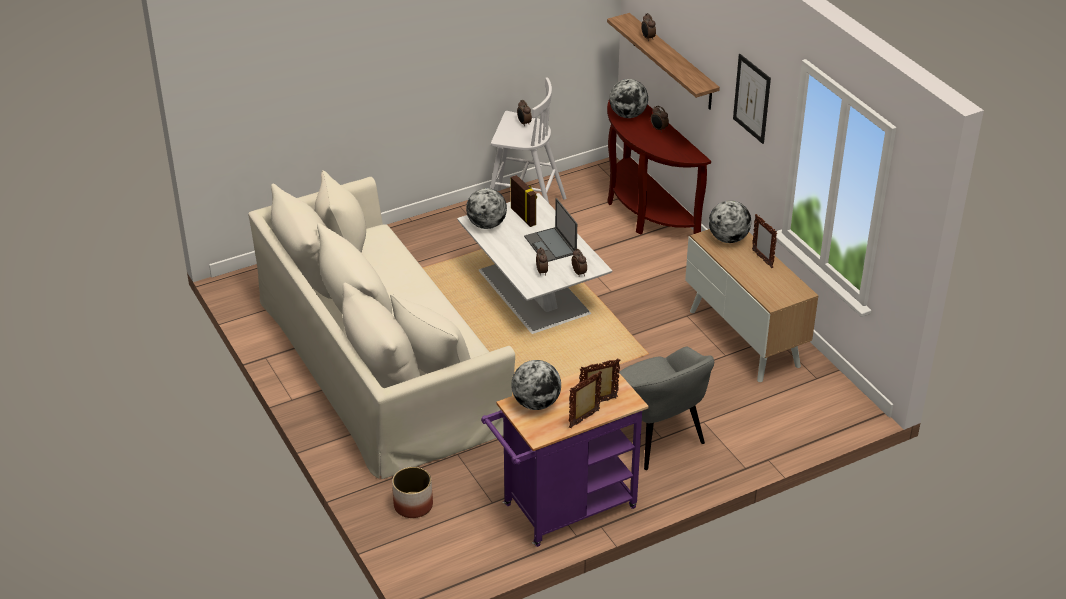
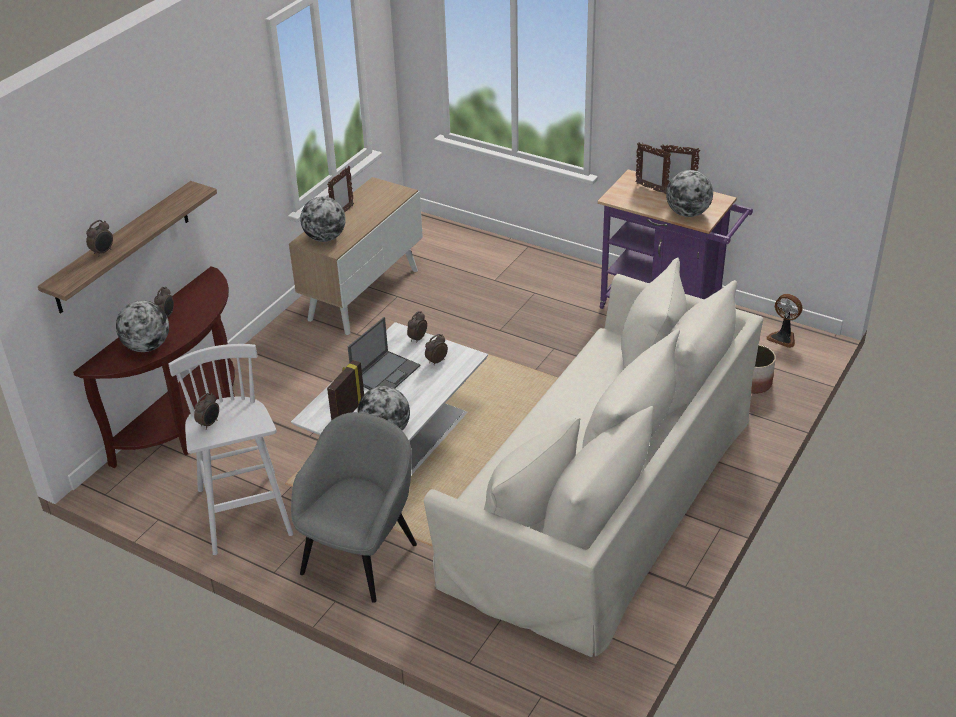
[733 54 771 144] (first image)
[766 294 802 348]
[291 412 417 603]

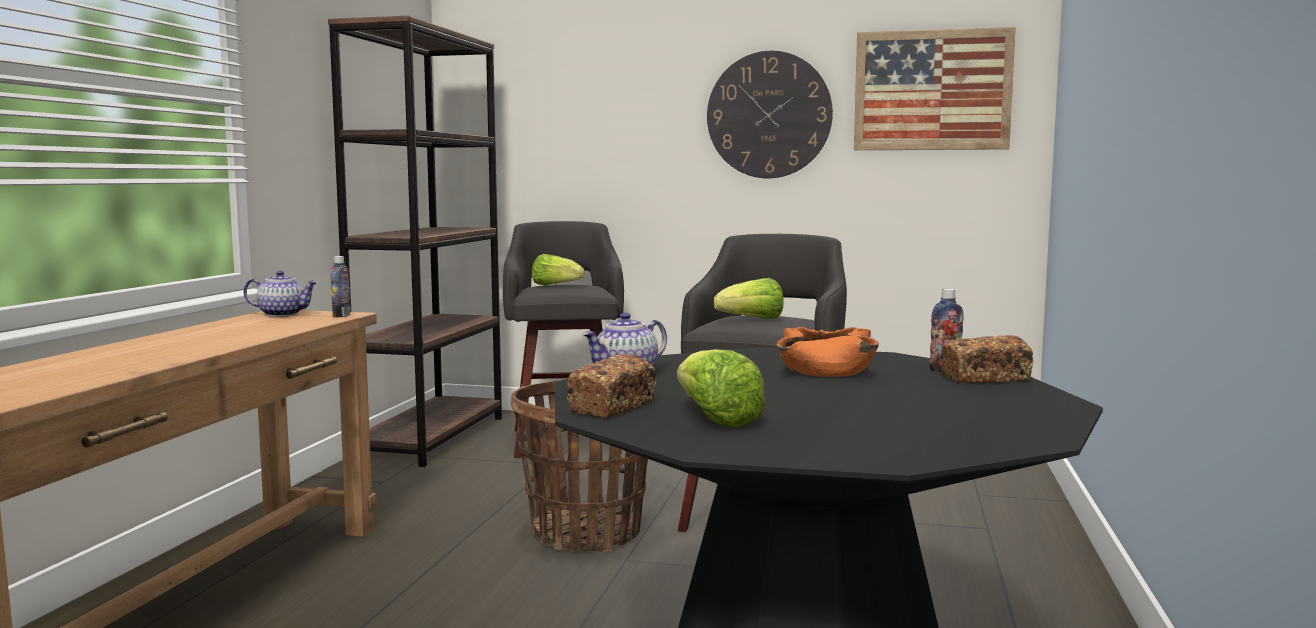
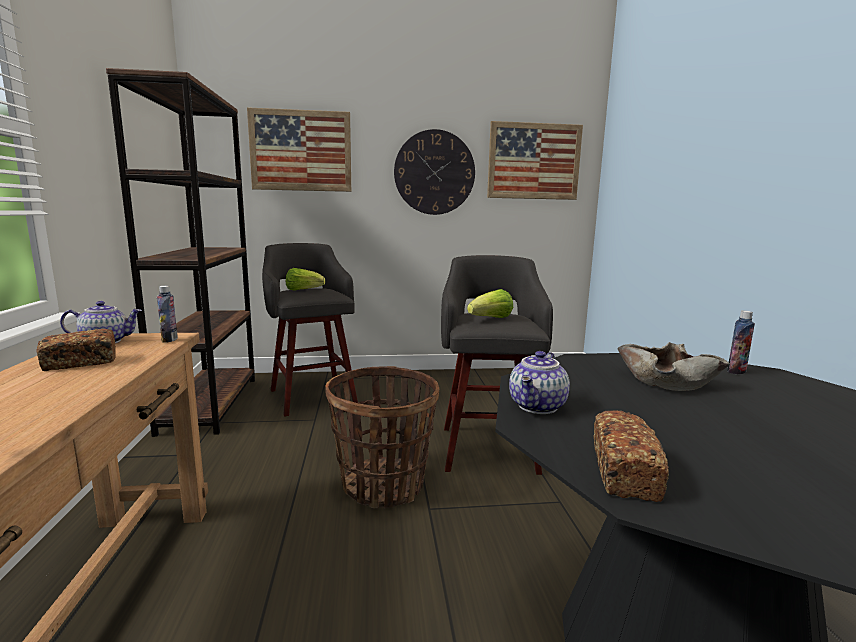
[677 349 765 427] (first image)
[247 107 351 192]
[36 329 116 371]
[618 342 730 391]

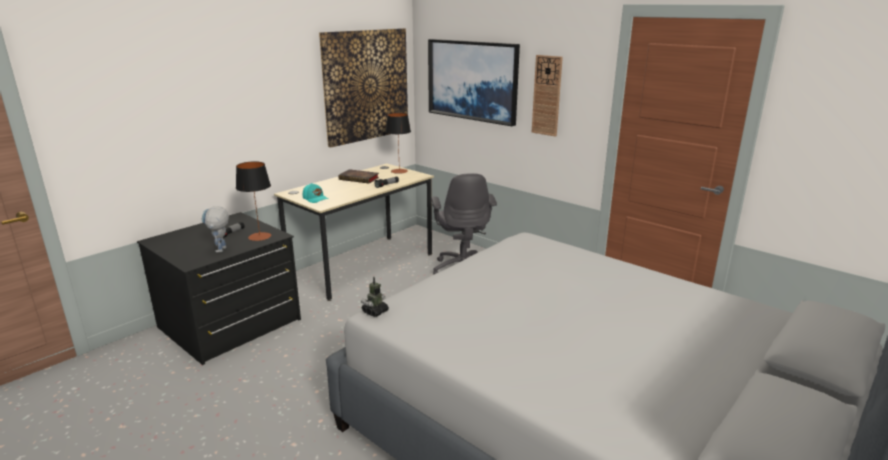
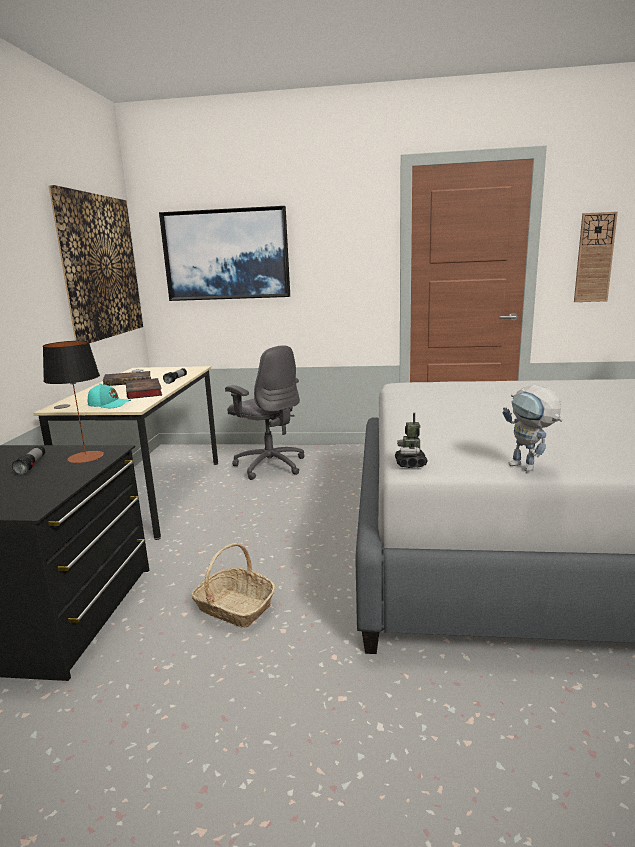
[385 113 411 174] (first image)
[126 378 162 399]
[191 543 276 627]
[502 385 563 472]
[574 212 618 302]

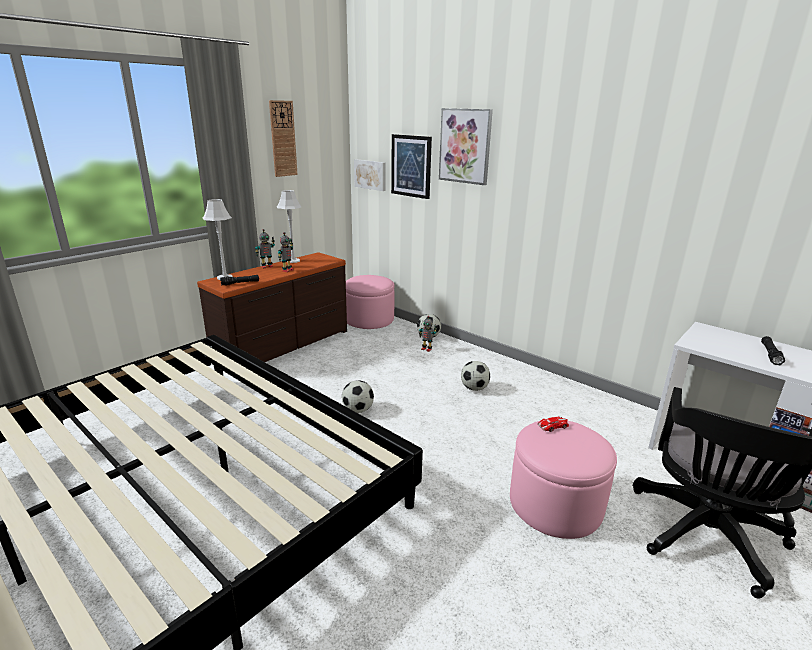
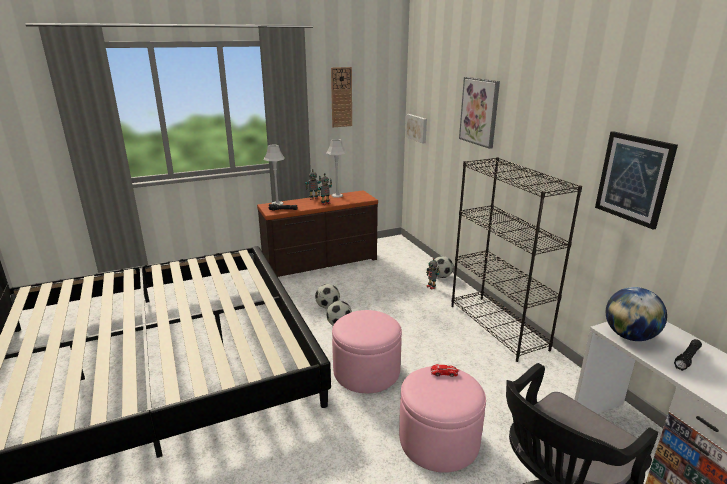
[451 157 582 362]
[606 287 667 341]
[332 310 402 393]
[595 131 678 230]
[315 284 340 309]

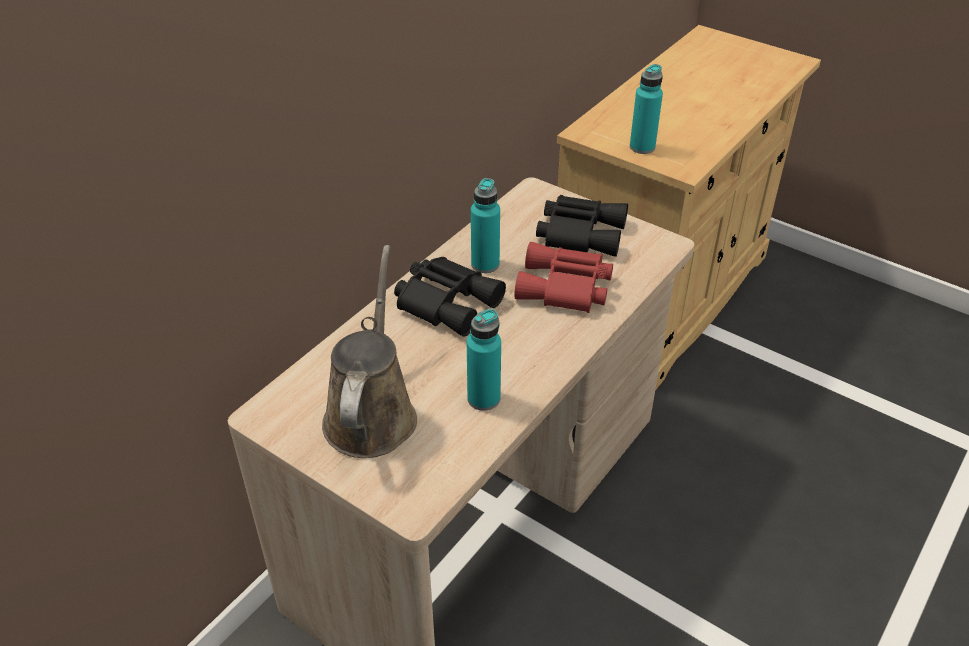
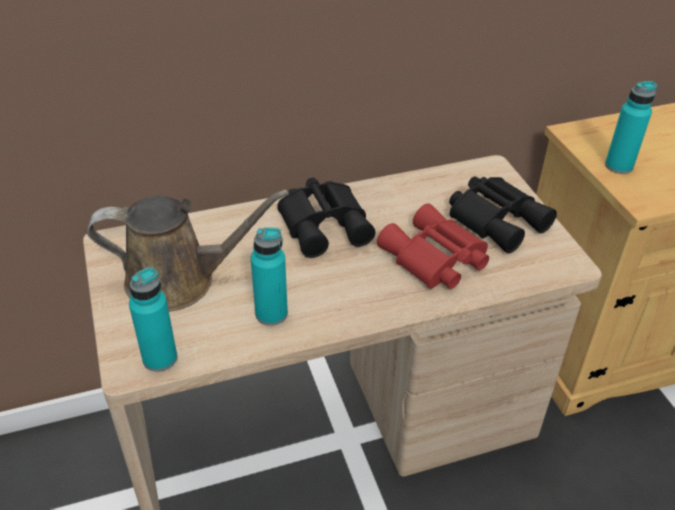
[129 267 177 372]
[87 190 289 312]

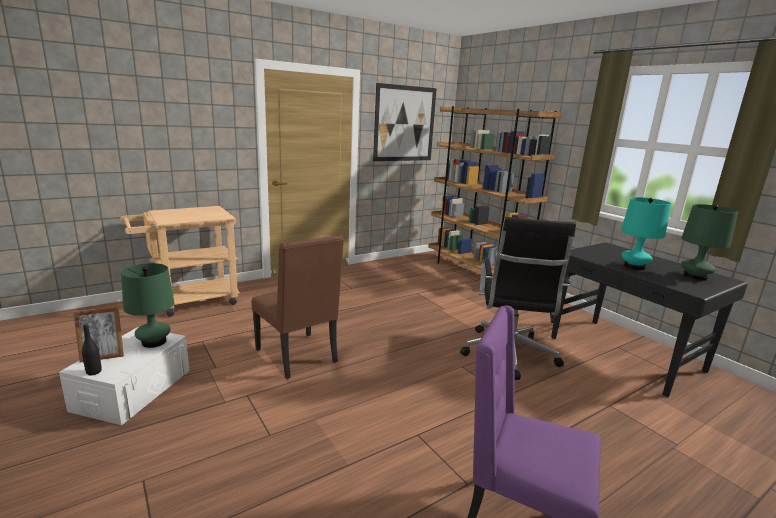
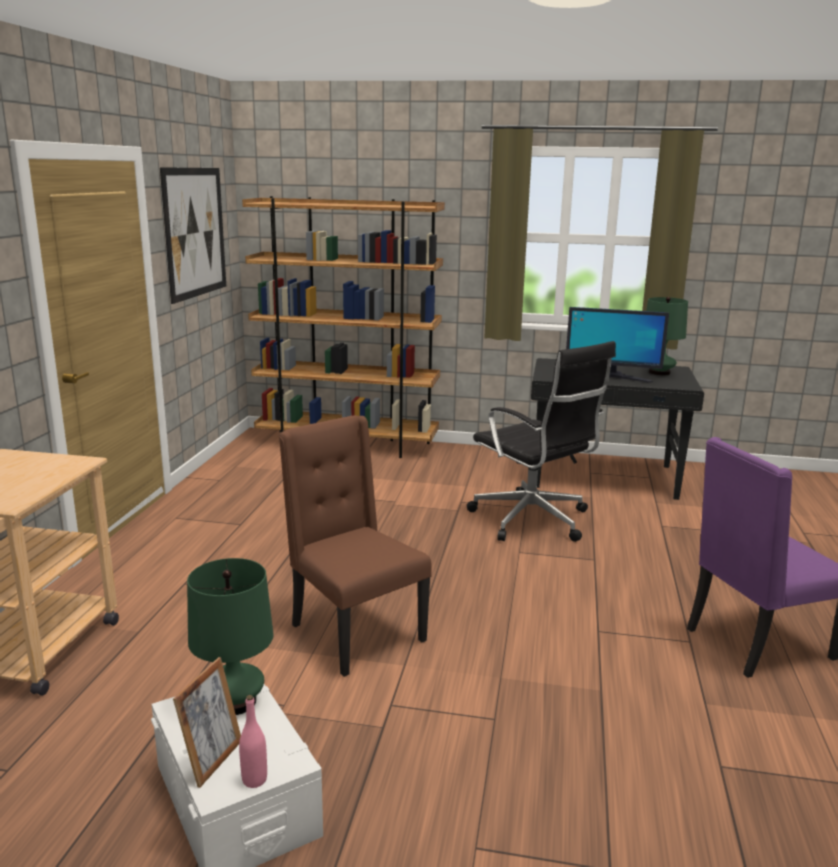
[566 307 669 382]
[239 695 267 788]
[279 415 432 677]

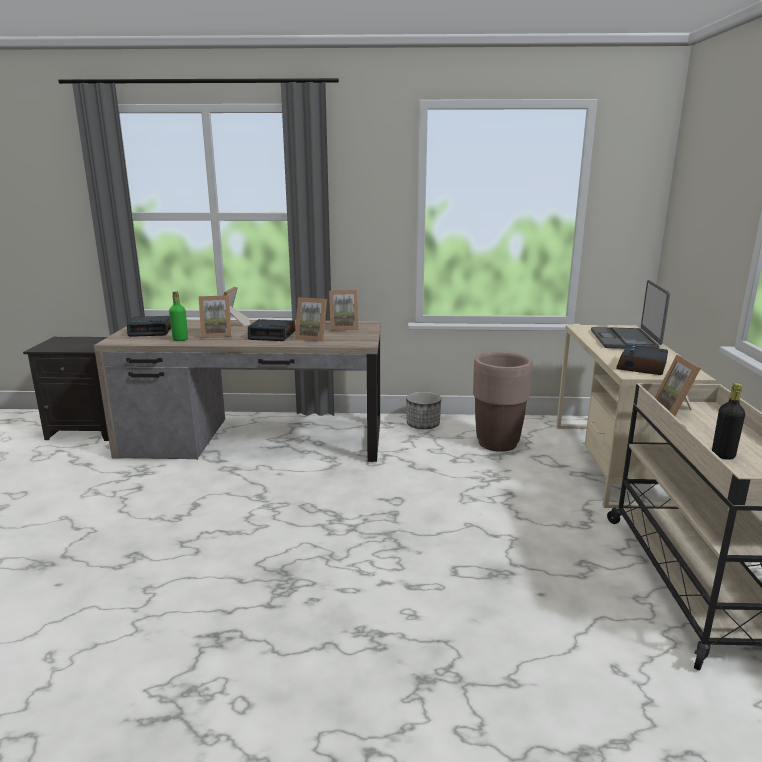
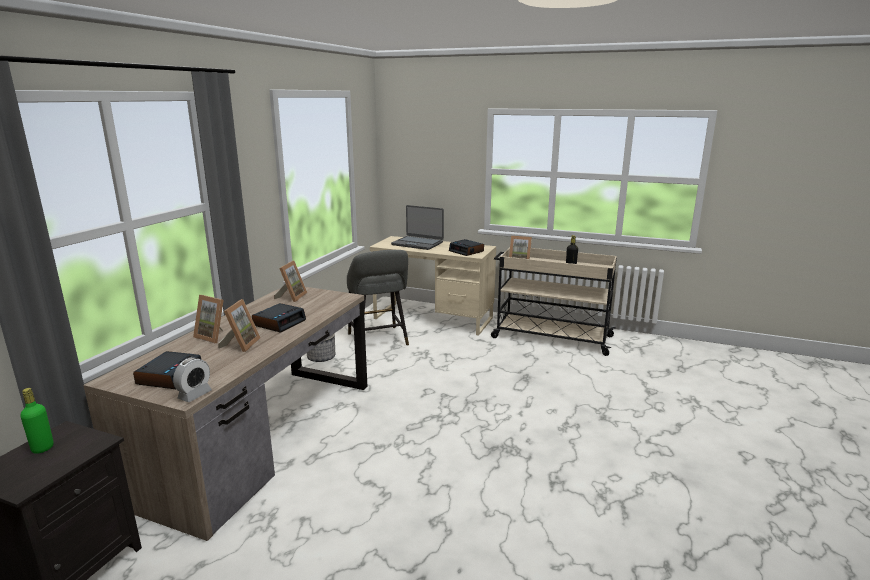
[294 297 327 341] (first image)
[173 357 212 402]
[20 388 54 454]
[347 250 409 346]

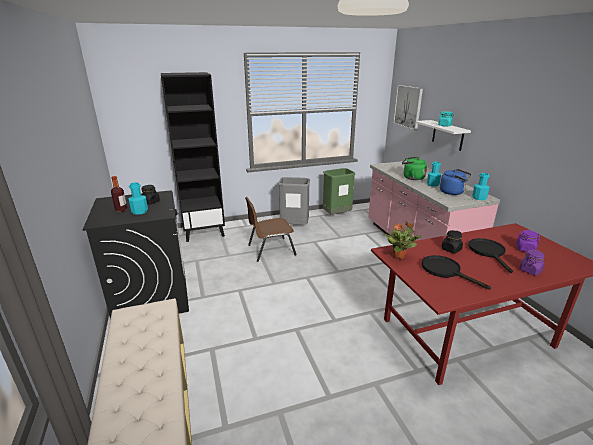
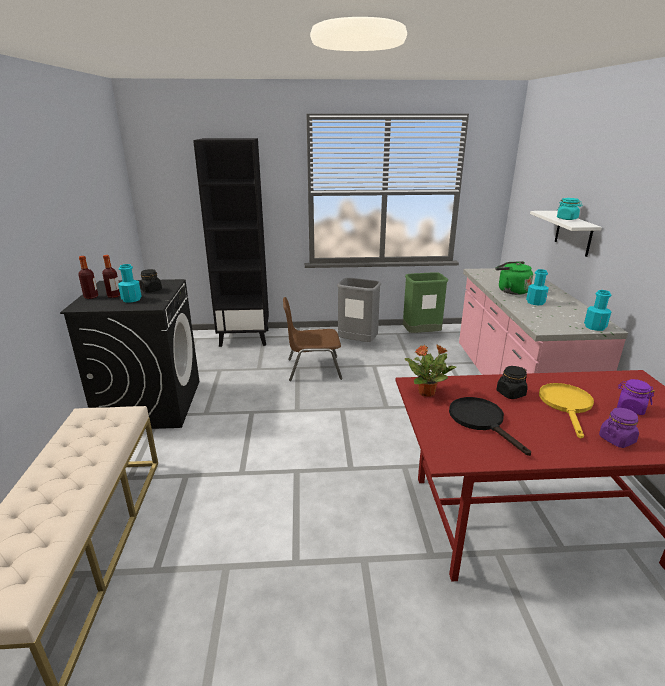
[393 85 423 130] (first image)
[440 169 471 195] (first image)
[78 256 98 299]
[539 383 594 439]

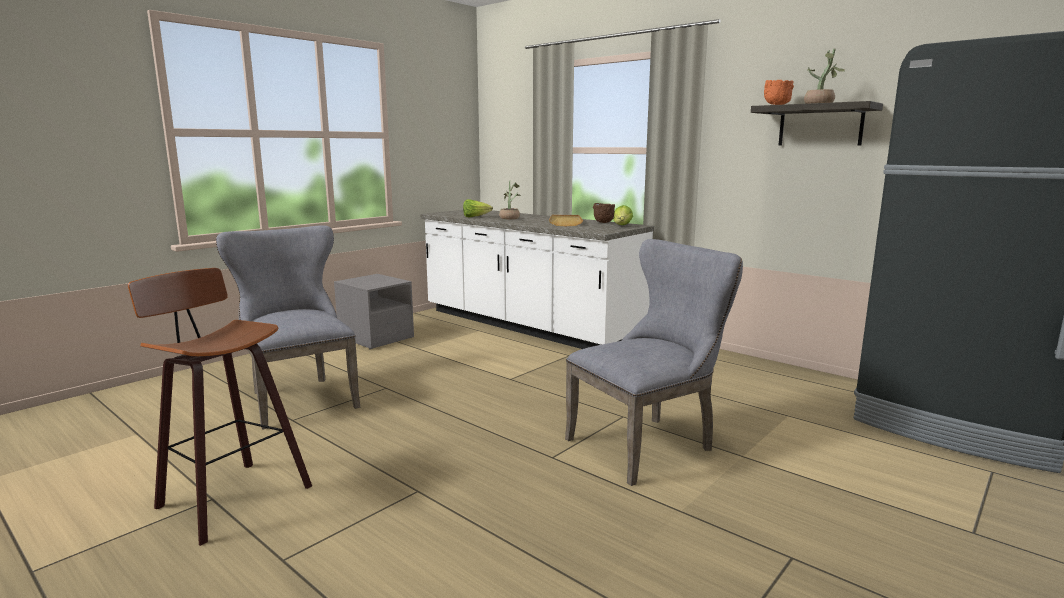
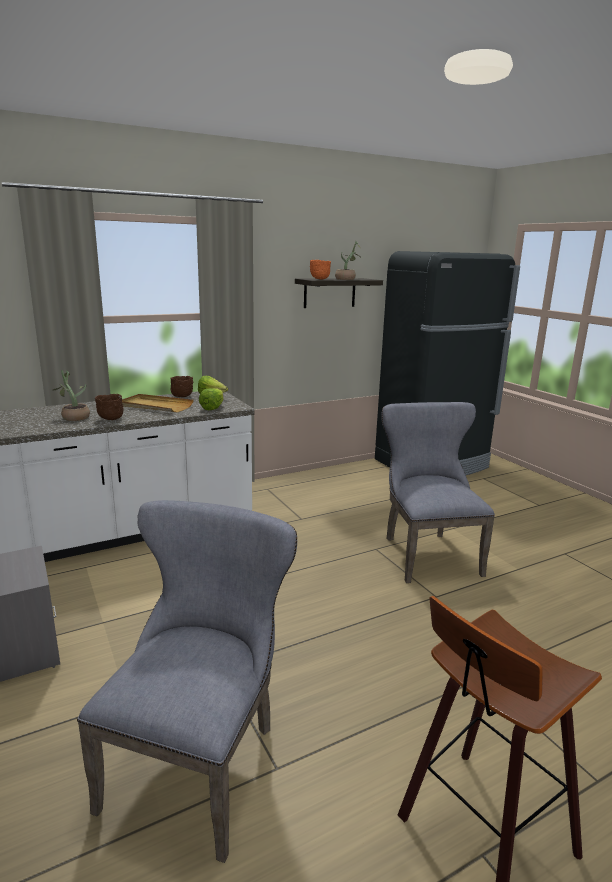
[95 394 124 420]
[199 388 223 411]
[77 500 297 863]

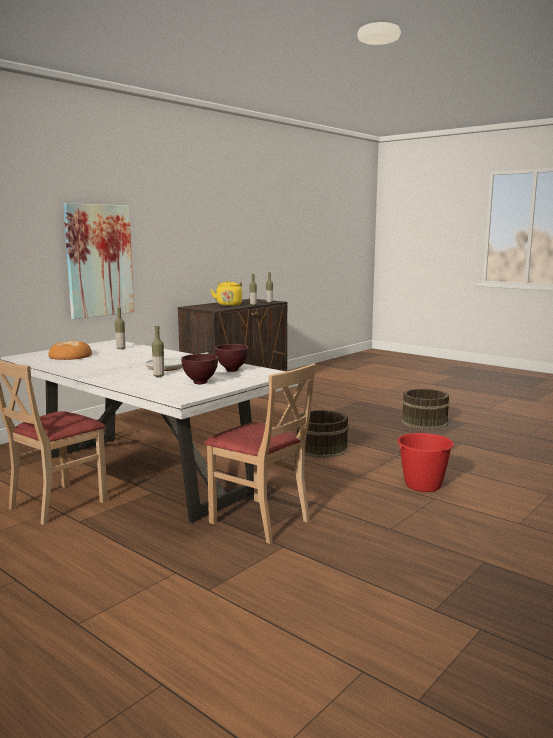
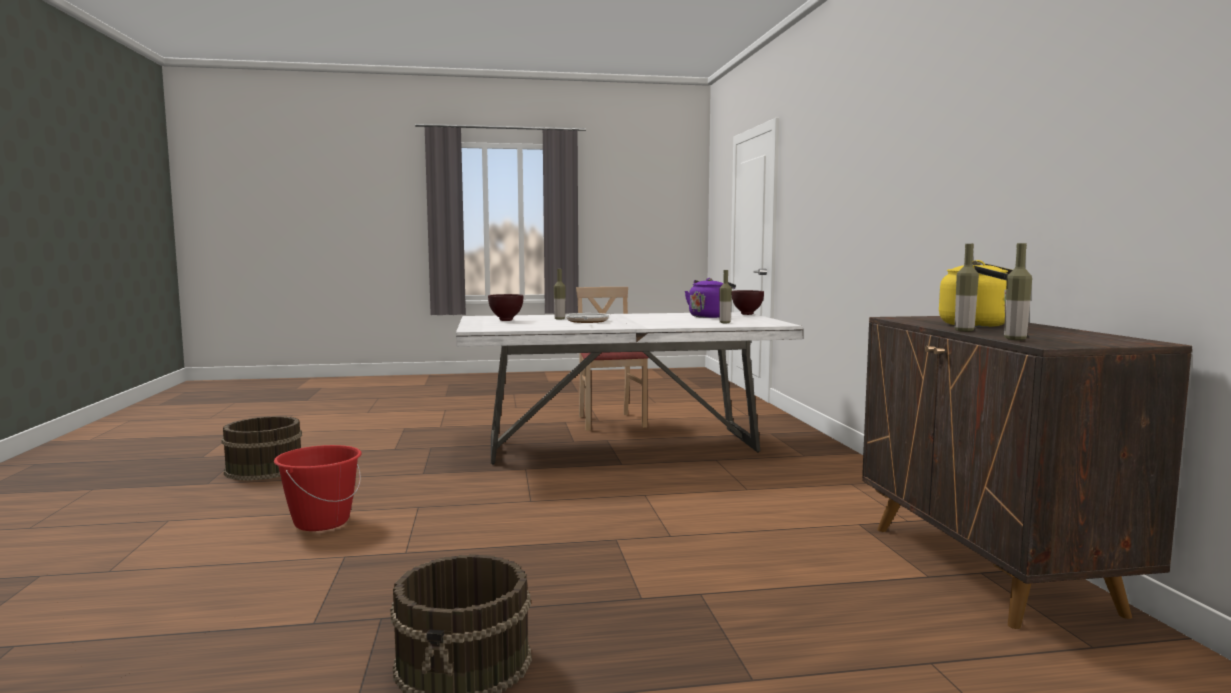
[63 203 134 319] (first image)
[204 363 316 544] (first image)
[732 290 764 315]
[221 416 302 481]
[685 278 736 318]

